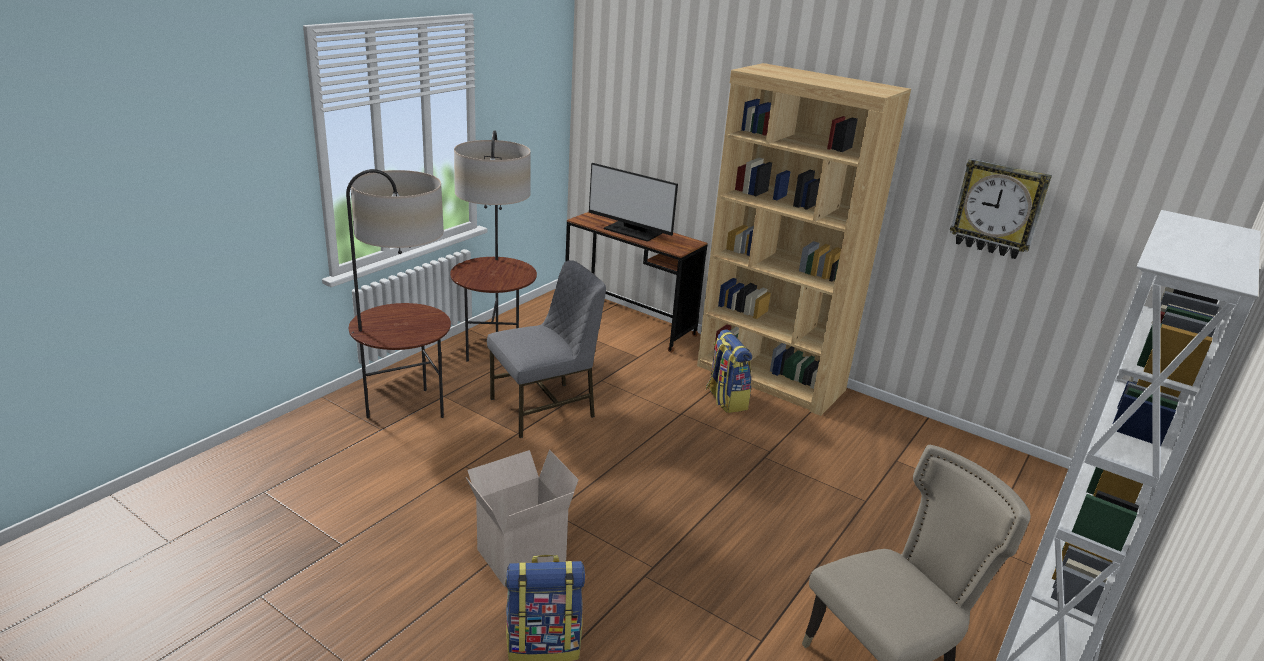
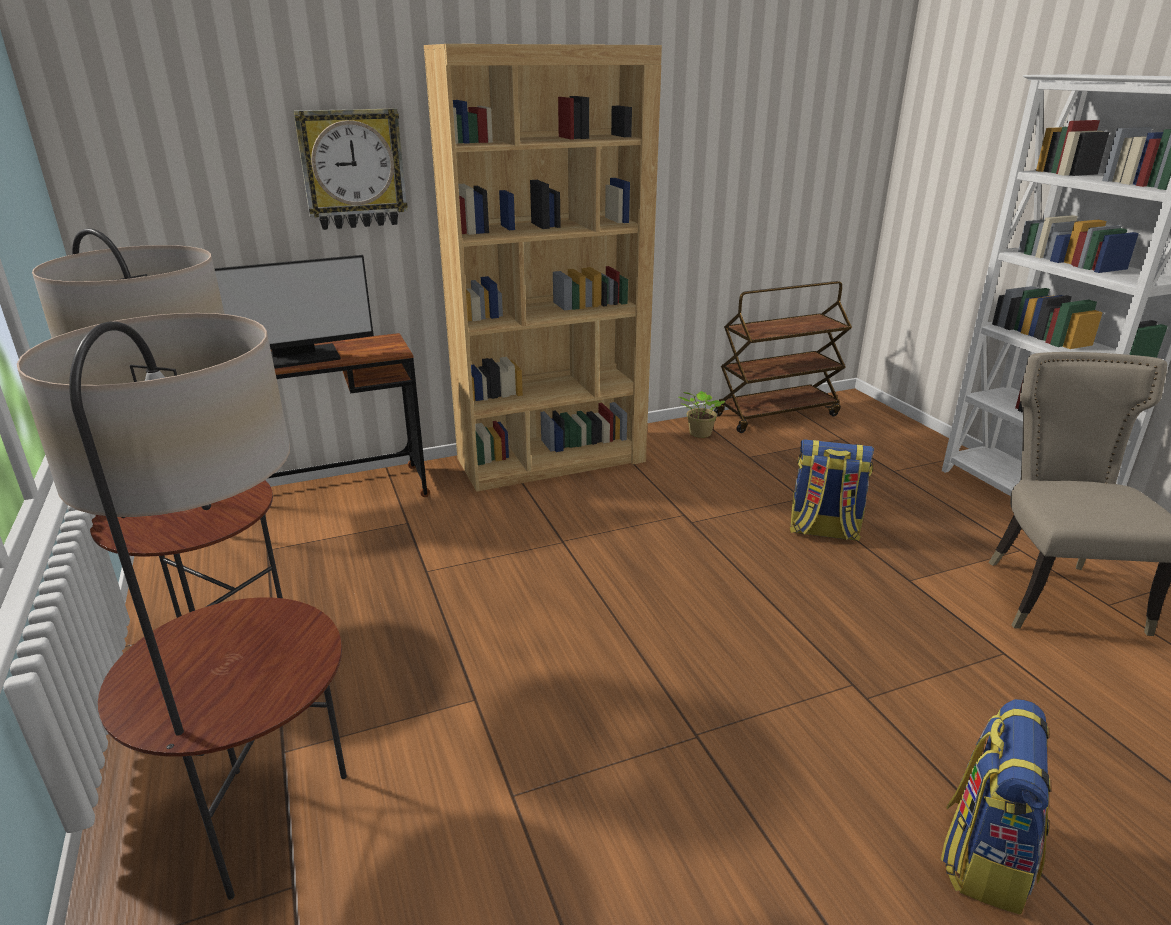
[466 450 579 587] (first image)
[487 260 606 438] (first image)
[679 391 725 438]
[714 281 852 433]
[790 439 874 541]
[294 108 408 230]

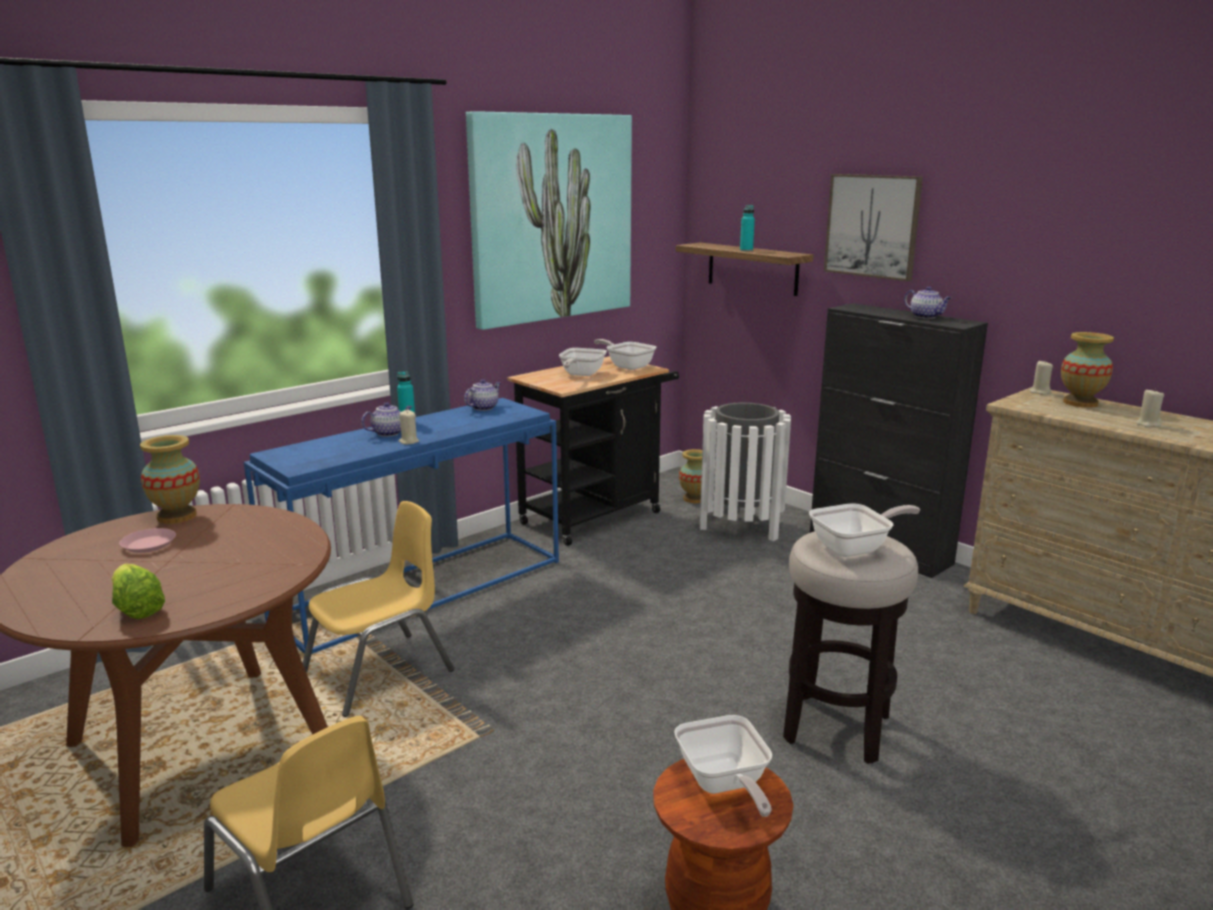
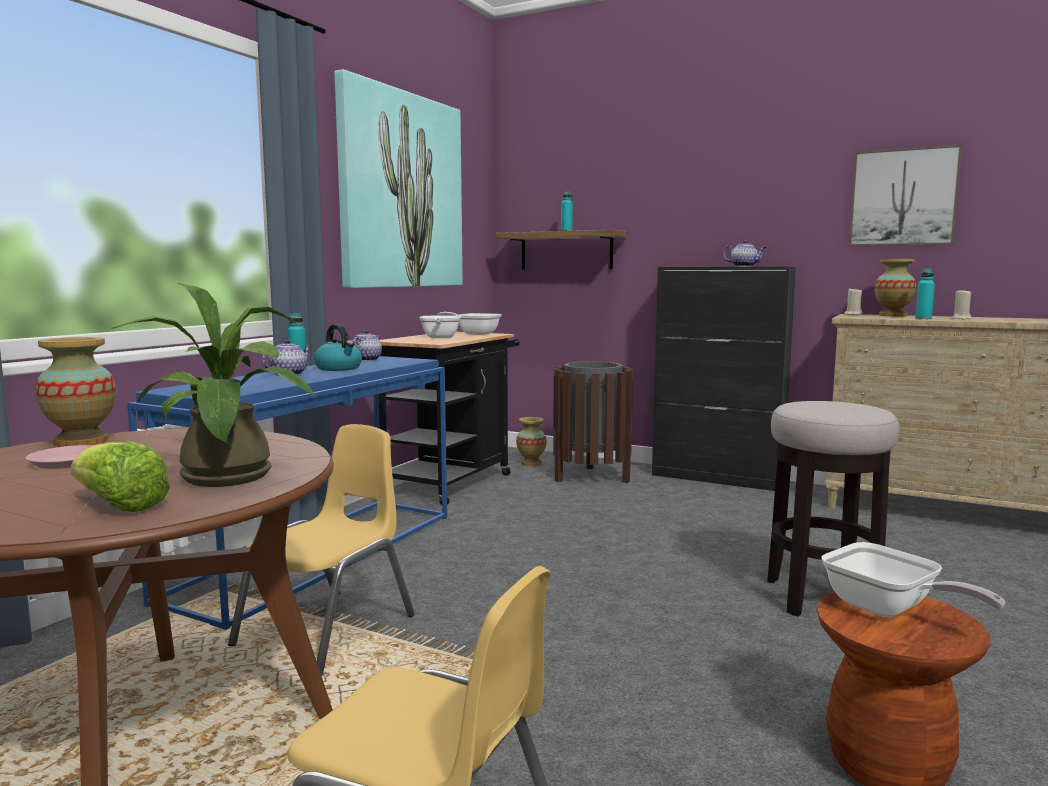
[398 410 419 444] (first image)
[809 503 920 557] (first image)
[111 283 315 487]
[314 324 362 371]
[915 268 935 319]
[849 144 962 246]
[553 361 633 483]

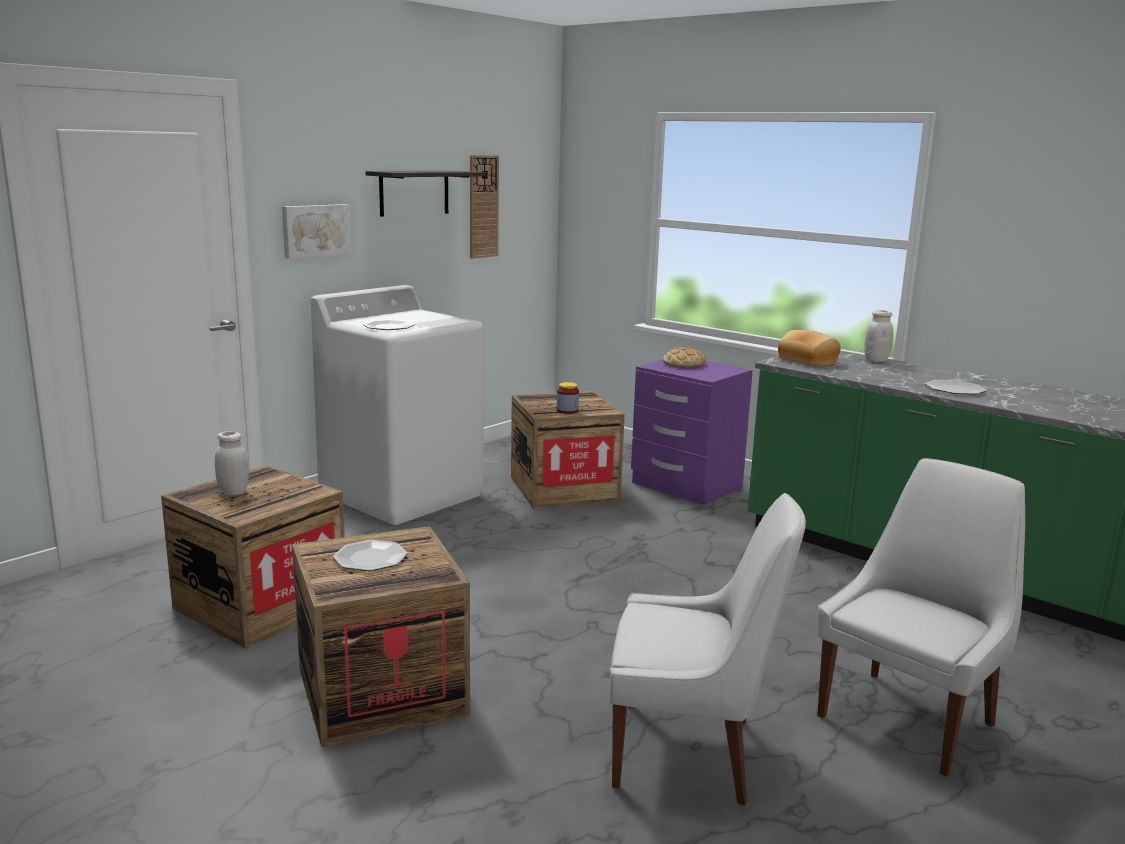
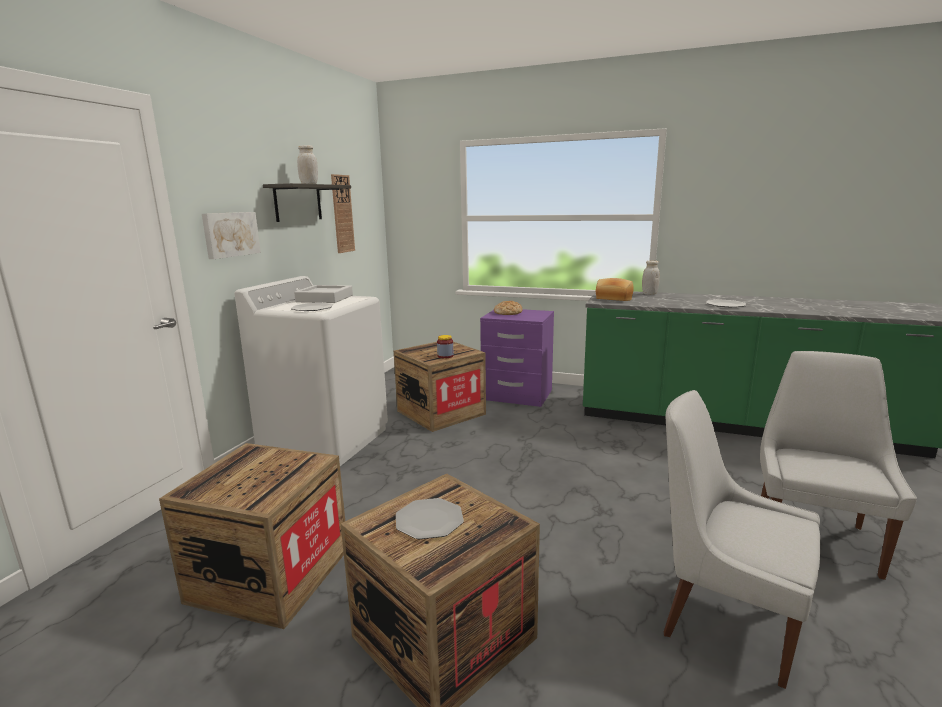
[294 285 353 303]
[297 145 318 184]
[664 390 820 689]

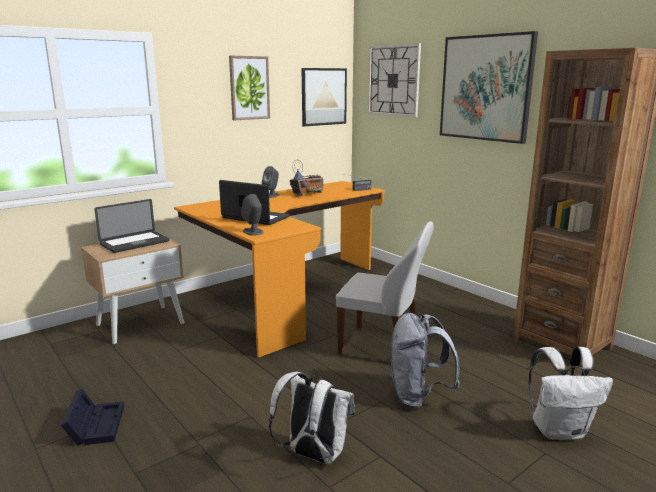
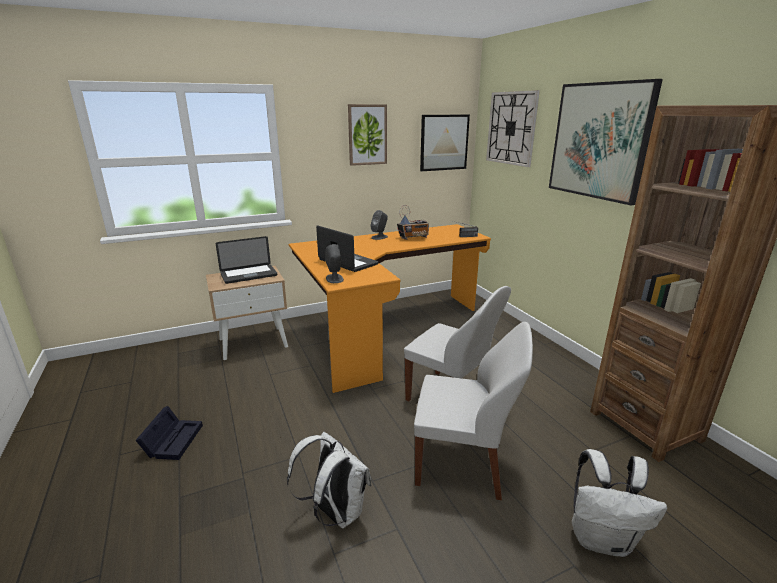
[414 322 533 500]

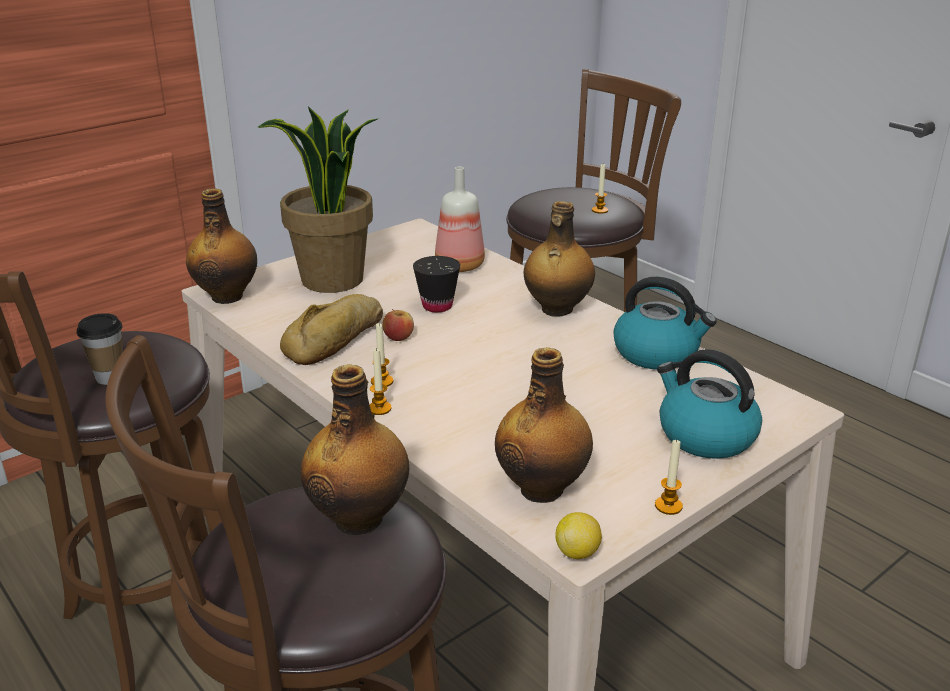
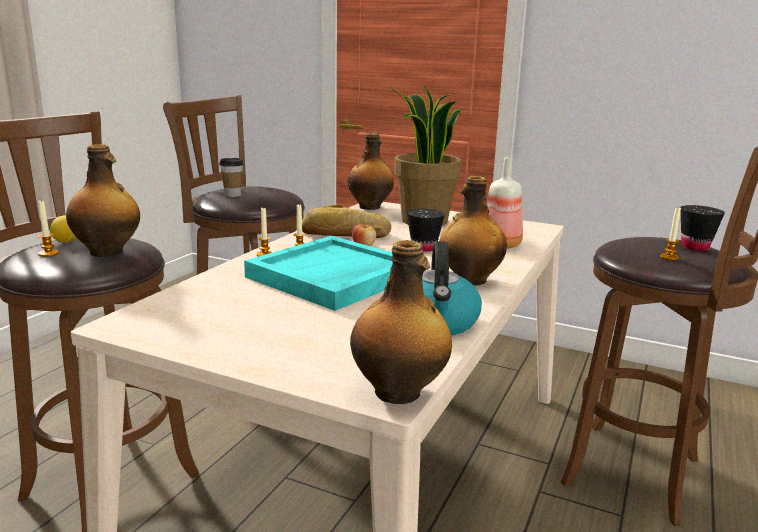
[657 349 762 459] (first image)
[244 236 393 311]
[680 205 725 251]
[350 240 452 404]
[50 215 77 243]
[38 201 59 257]

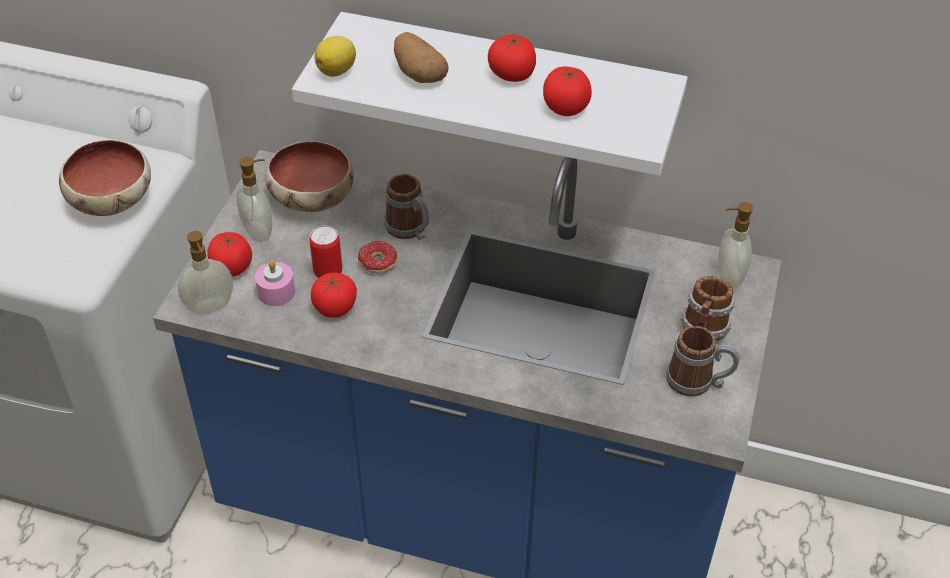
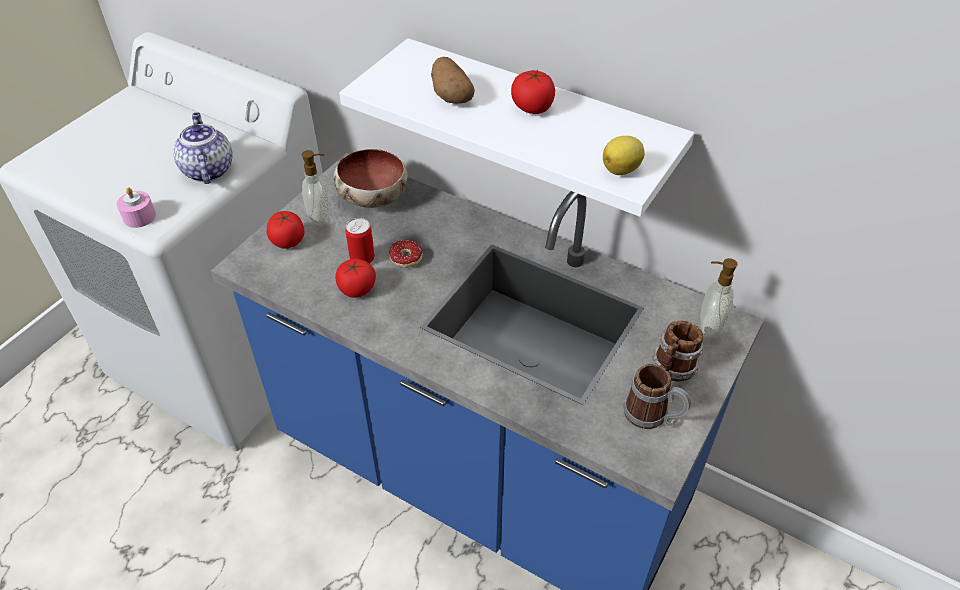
[178 231 233 315] (first image)
[385 174 429 240] (first image)
[543 66 592 116] (first image)
[117 187 156 228]
[603 136 645 175]
[173 112 233 184]

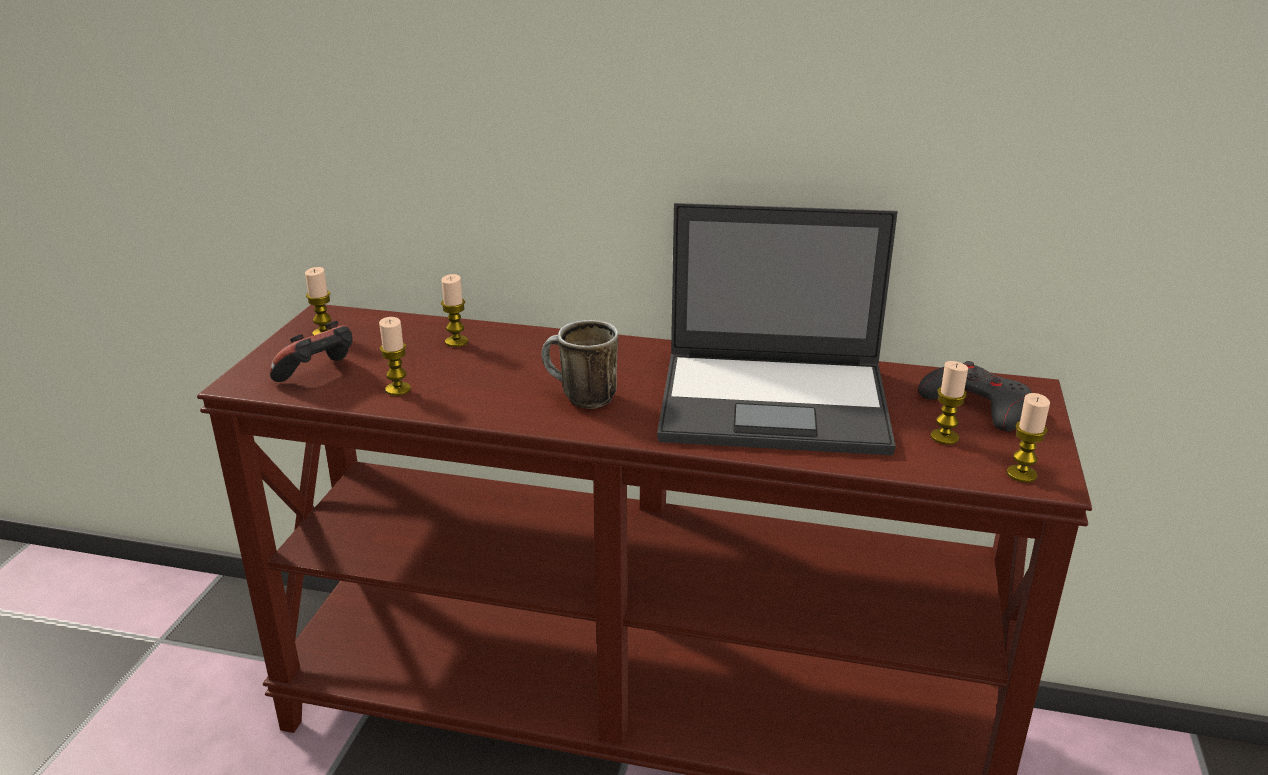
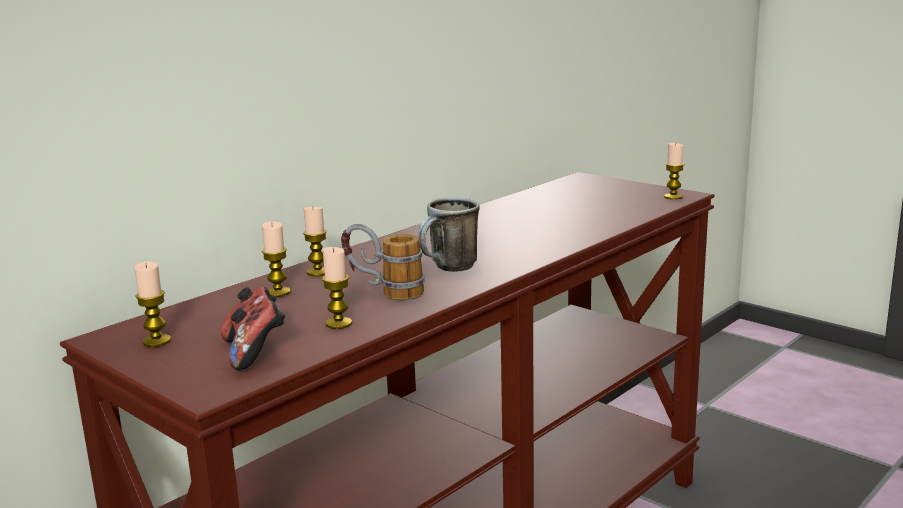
[657 203 898 455] (first image)
[918 361 1032 432] (first image)
[341 224 425 300]
[303 207 327 276]

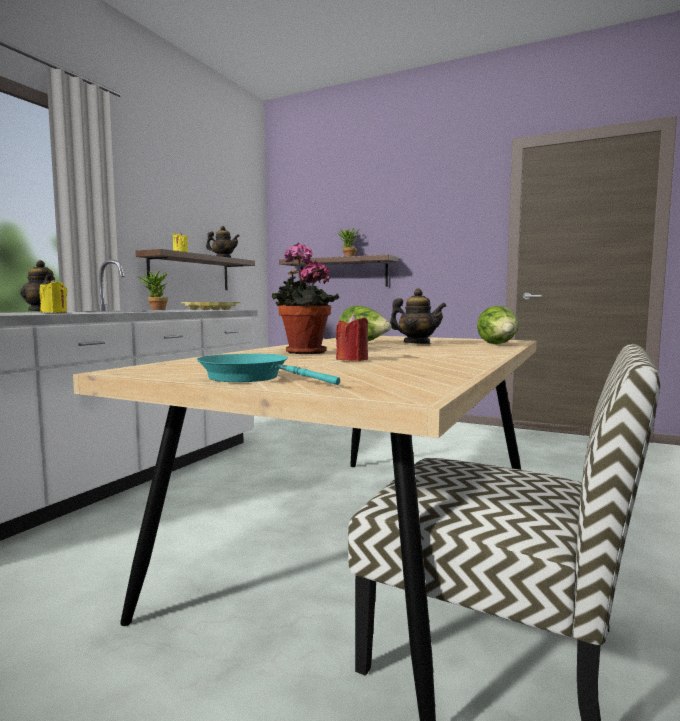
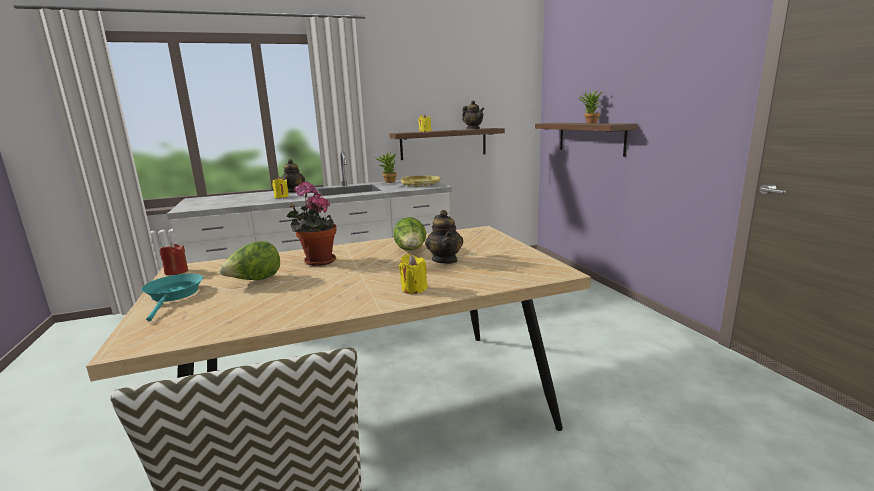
[399 254 427 294]
[159 242 188 275]
[219 241 280 280]

